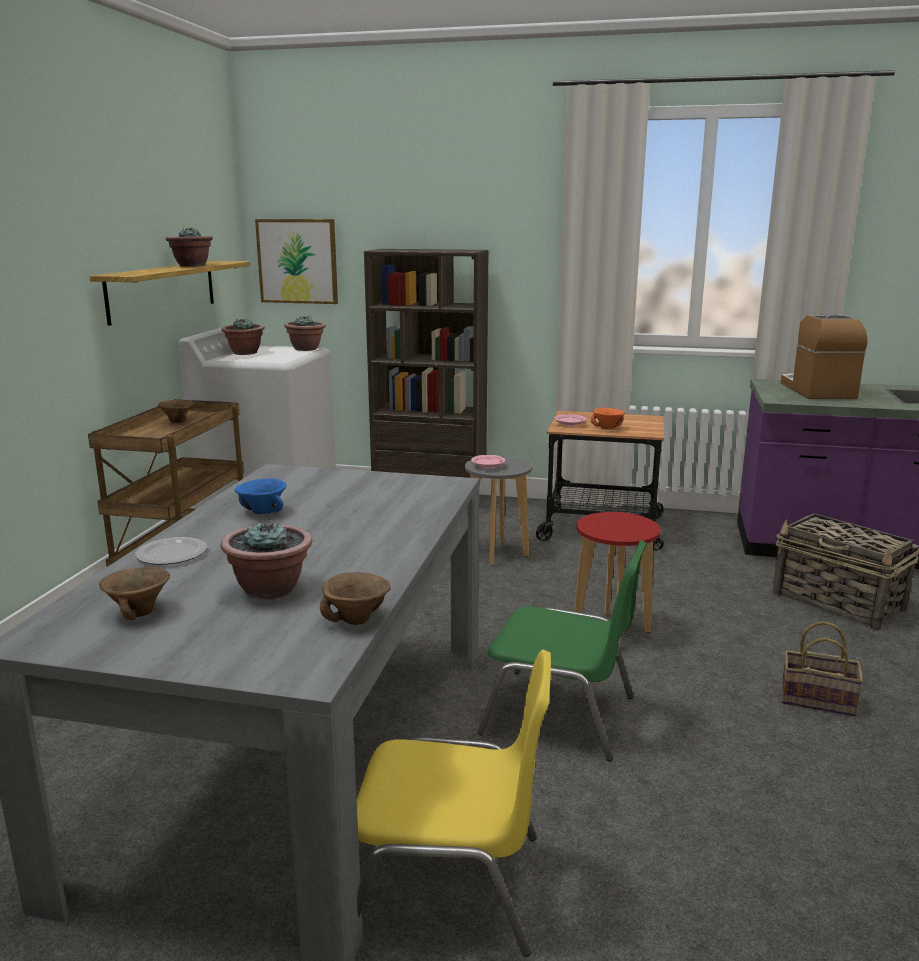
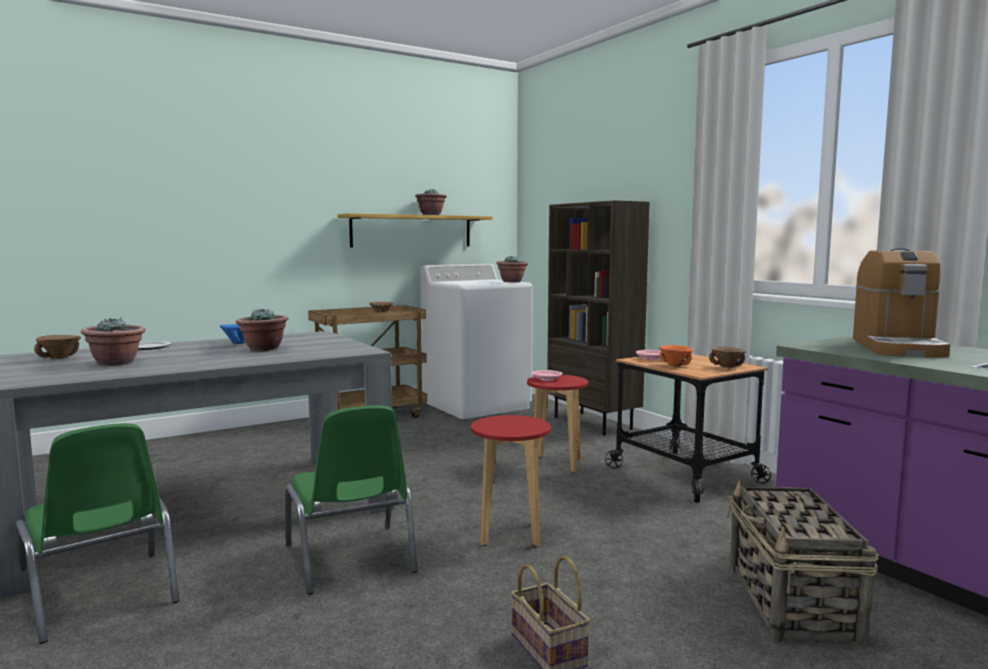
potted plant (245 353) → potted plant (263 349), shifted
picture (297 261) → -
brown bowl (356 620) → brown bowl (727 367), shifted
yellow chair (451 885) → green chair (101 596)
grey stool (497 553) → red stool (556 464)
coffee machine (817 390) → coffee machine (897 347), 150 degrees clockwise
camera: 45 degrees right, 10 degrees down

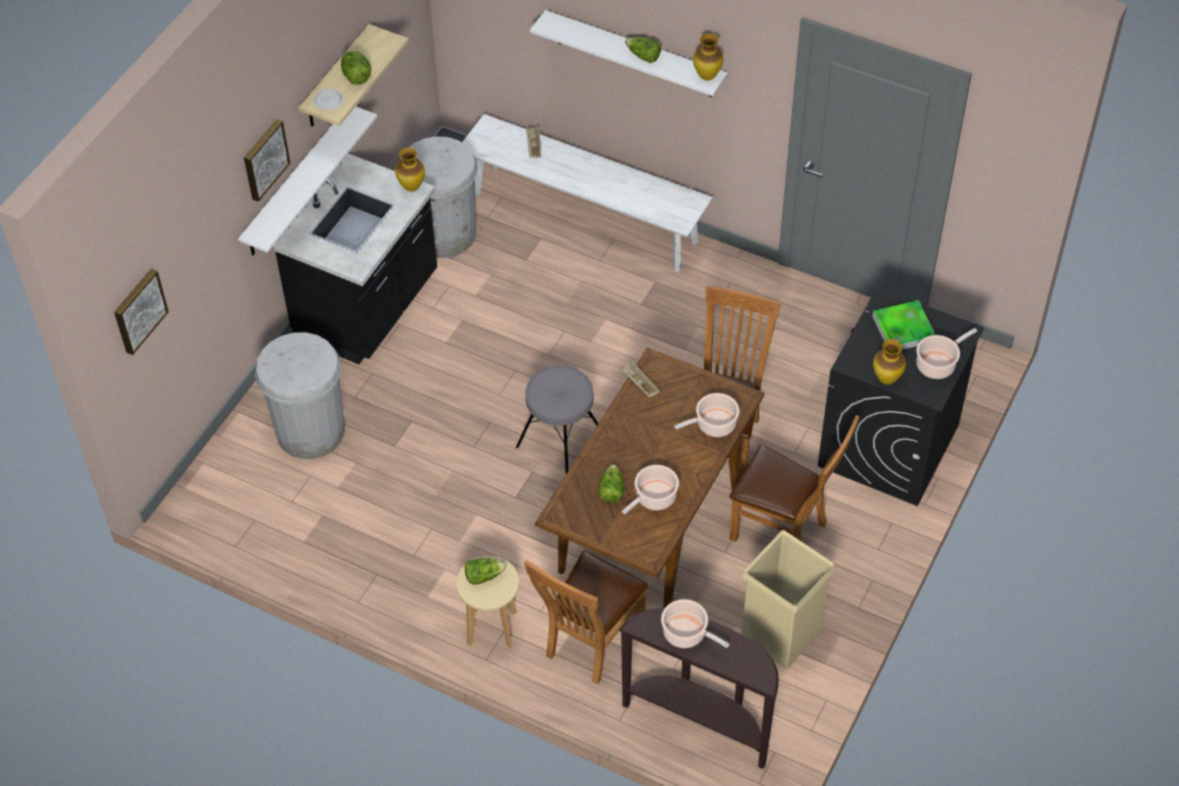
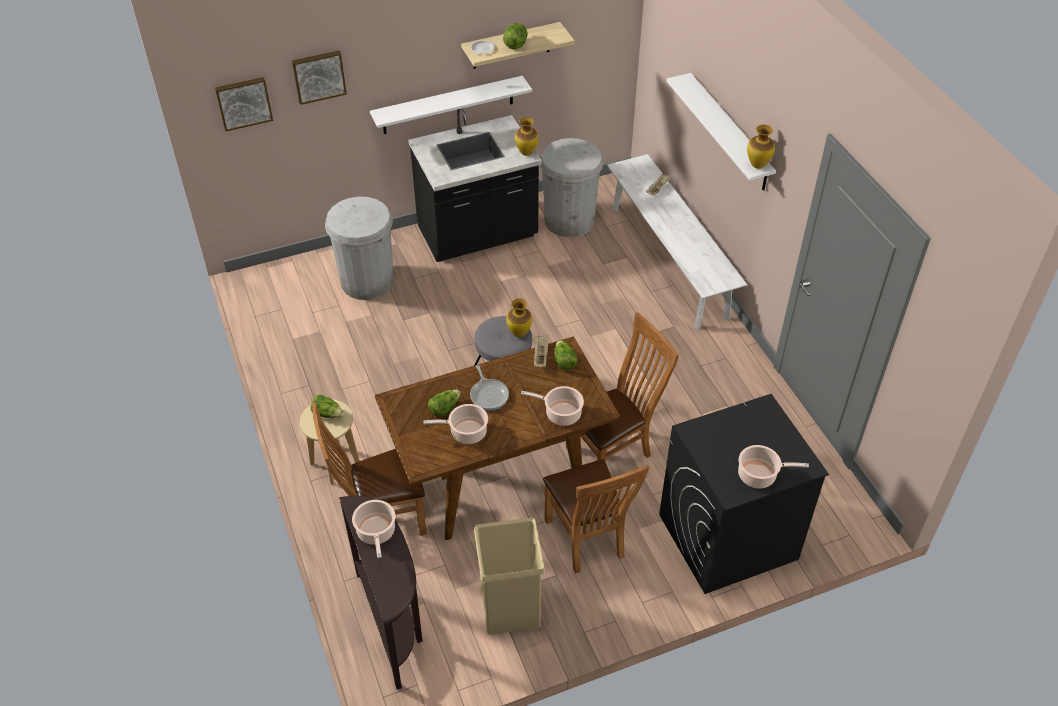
picture (264 159) → picture (319 76), shifted
lettuce (643 56) → lettuce (564 361), shifted
tray (903 329) → -
vase (886 379) → vase (519 333), shifted
- → frying pan (489 395)
camera: 40 degrees right, 5 degrees down

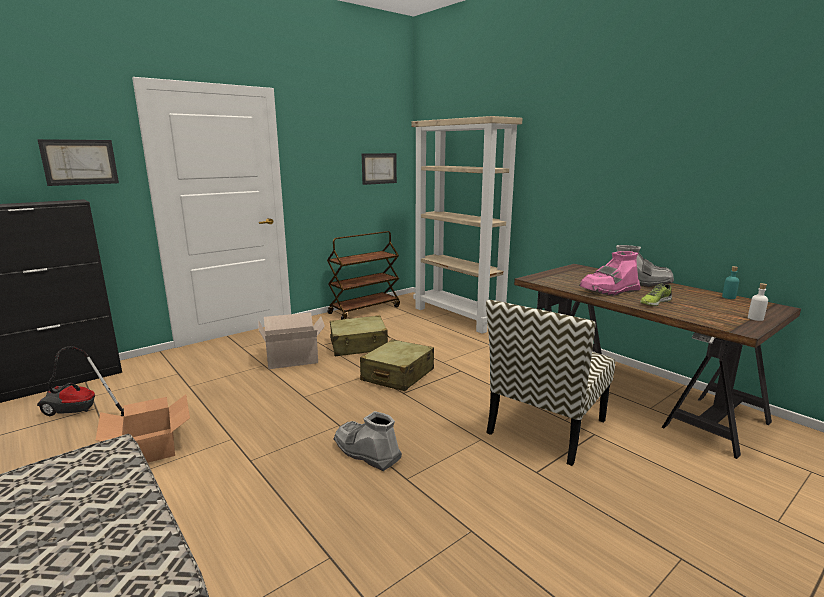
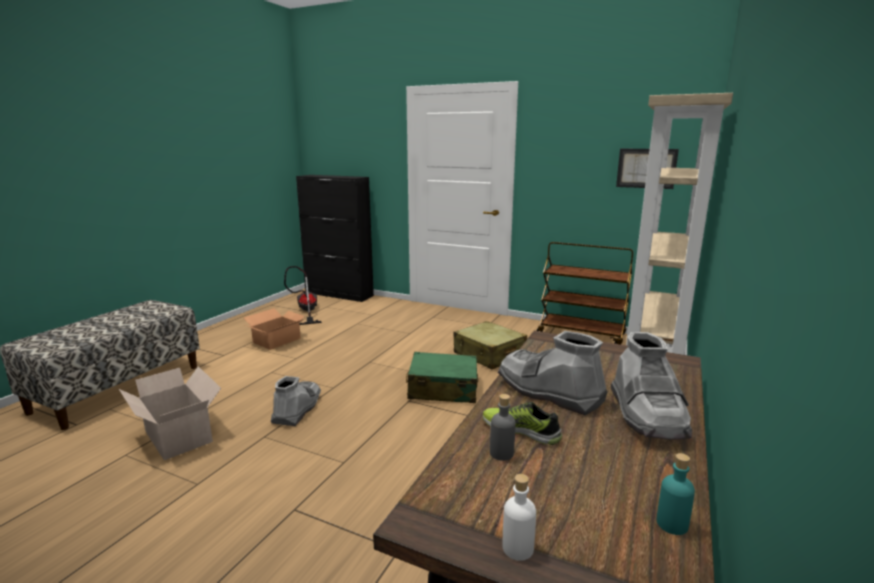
picture (80 162) → -
cardboard box (294 359) → cardboard box (178 437), shifted
beige suitcase (397 375) → green suitcase (442 389)
chair (546 427) → -
pink boot (609 291) → grey boot (548 391)
- → grey bottle (501 453)
camera: 65 degrees right, 0 degrees up

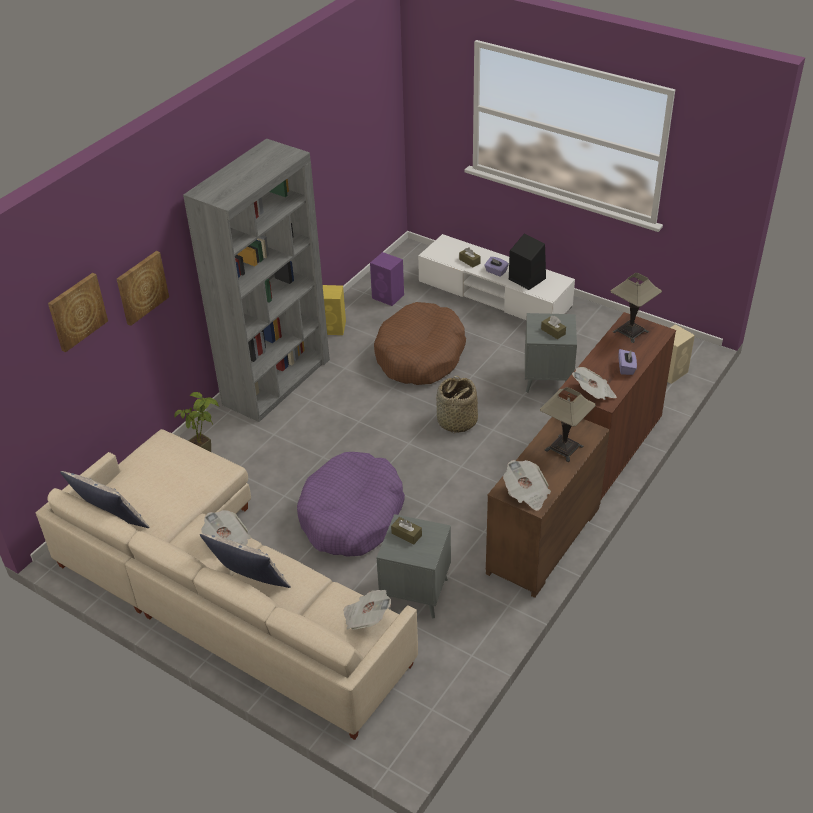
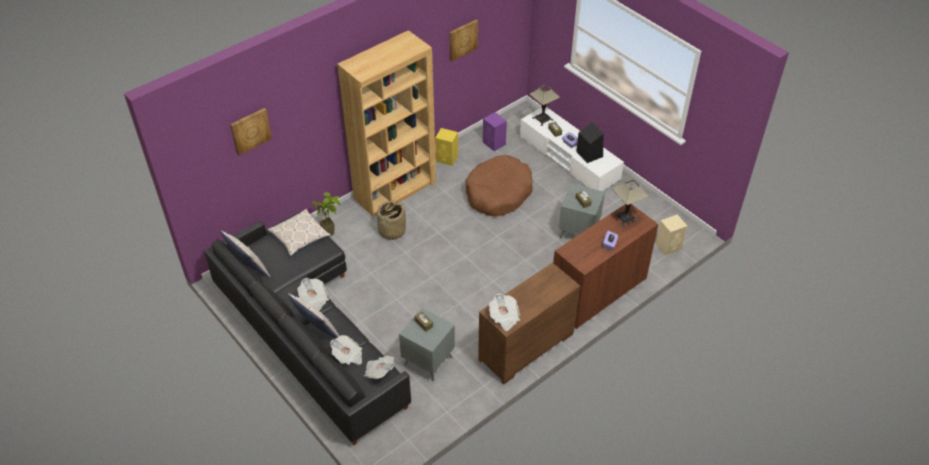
beige sofa (220 592) → black sofa (307 329)
picture (141 287) → picture (462 39), shifted
grey bookcase (277 381) → brown bookcase (395 190)
purple dog bed (352 516) → -
basket (456 421) → basket (391 231), shifted
table lamp (564 448) → table lamp (542 119), shifted
newspaper (593 393) → newspaper (348 356), shifted
- → pillow (299 236)
camera: 15 degrees right, 5 degrees up

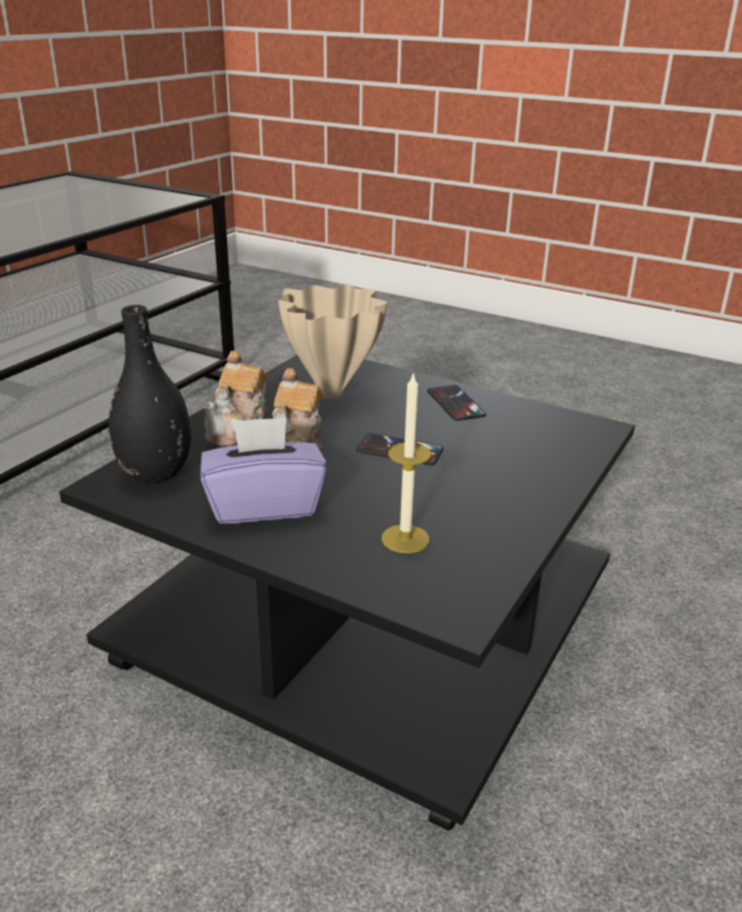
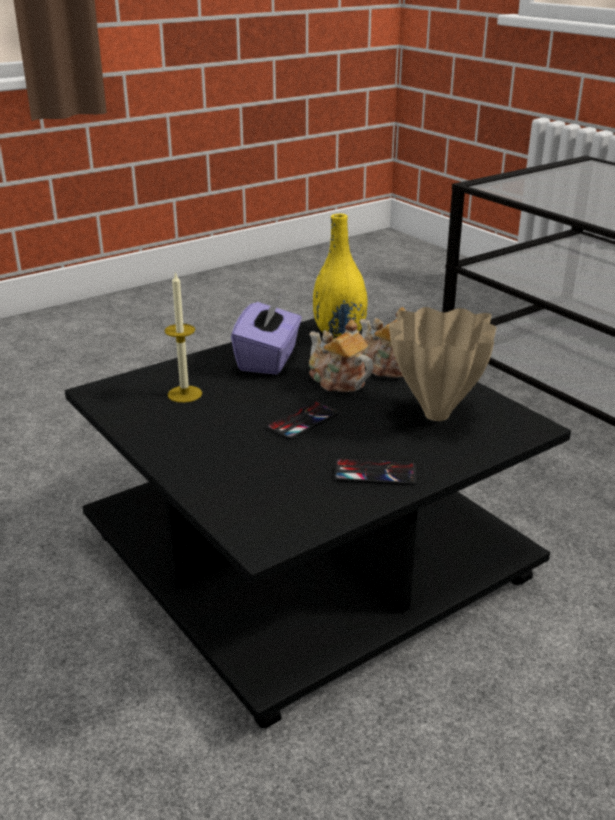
black vase (155 473) → yellow vase (339 334)
camera: 115 degrees right, 0 degrees up

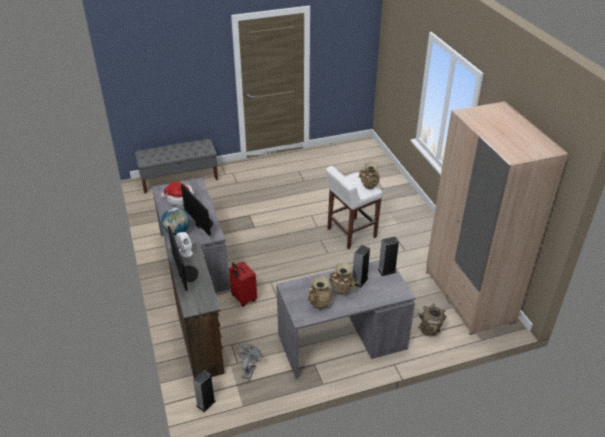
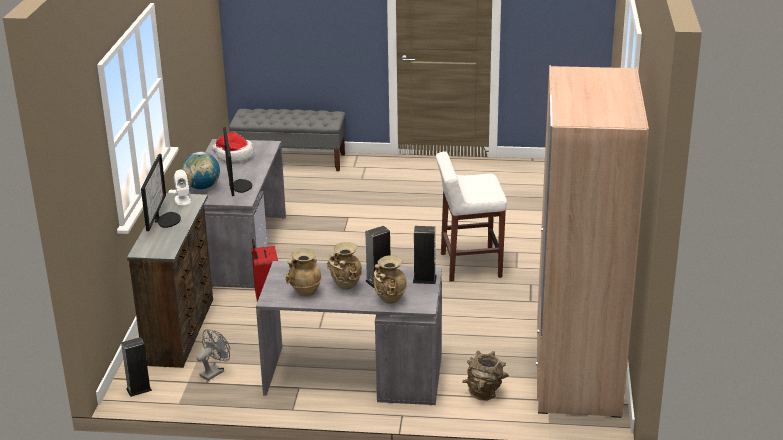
beige vase (369 187) → beige vase (389 300), shifted
camera: 25 degrees right, 10 degrees down

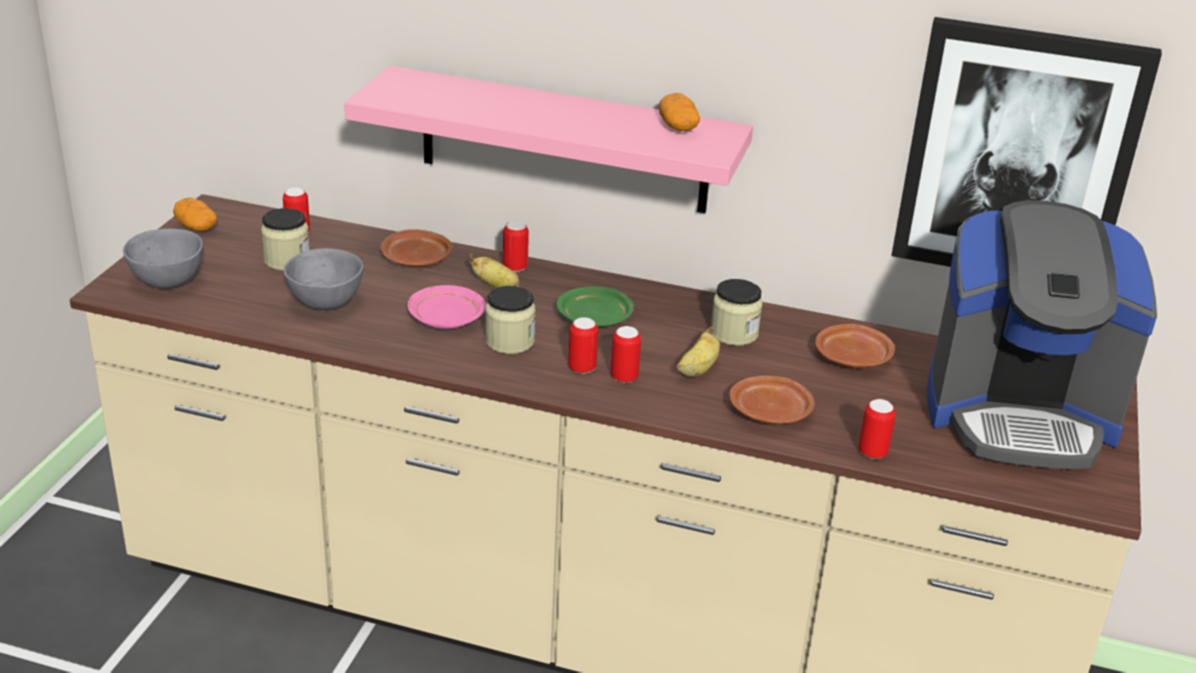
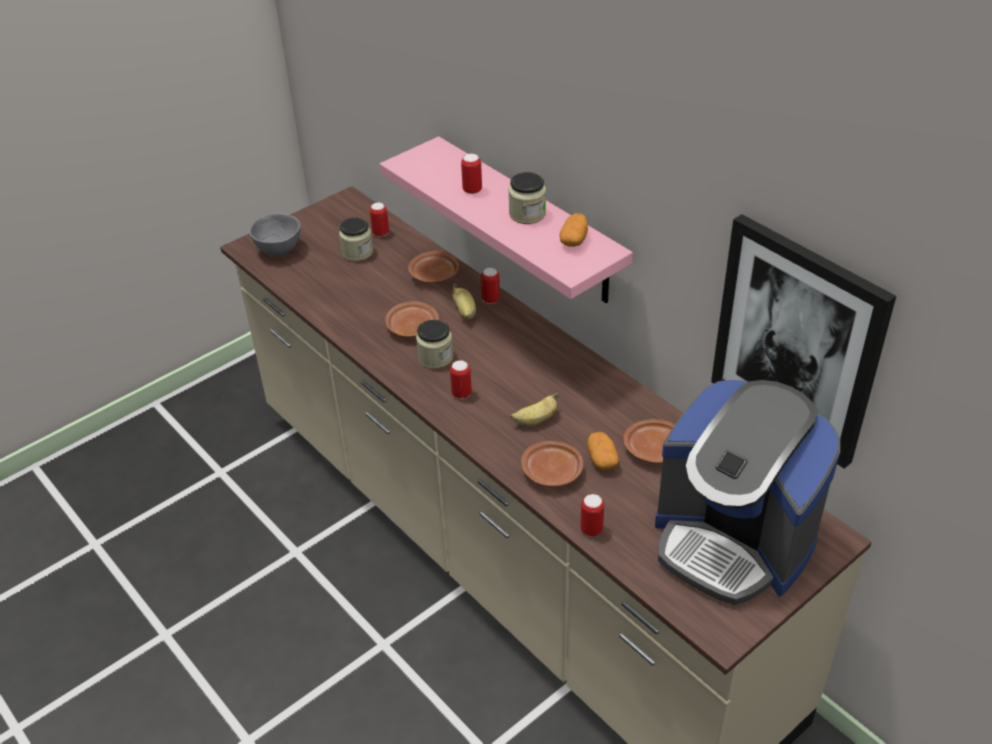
potato (196 227) → potato (602 459), shifted
grey bowl (325 304) → -
pink plate (445 319) → brown plate (412 327)
green plate (595 319) → -
can (624 377) → can (472 190), shifted
jar (734 333) → jar (527 214), shifted
camera: 35 degrees right, 10 degrees up

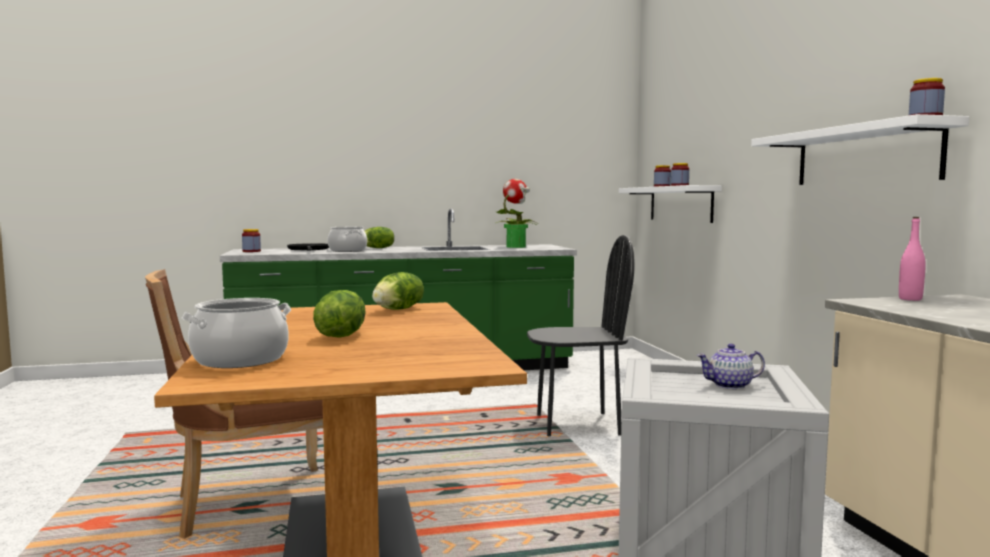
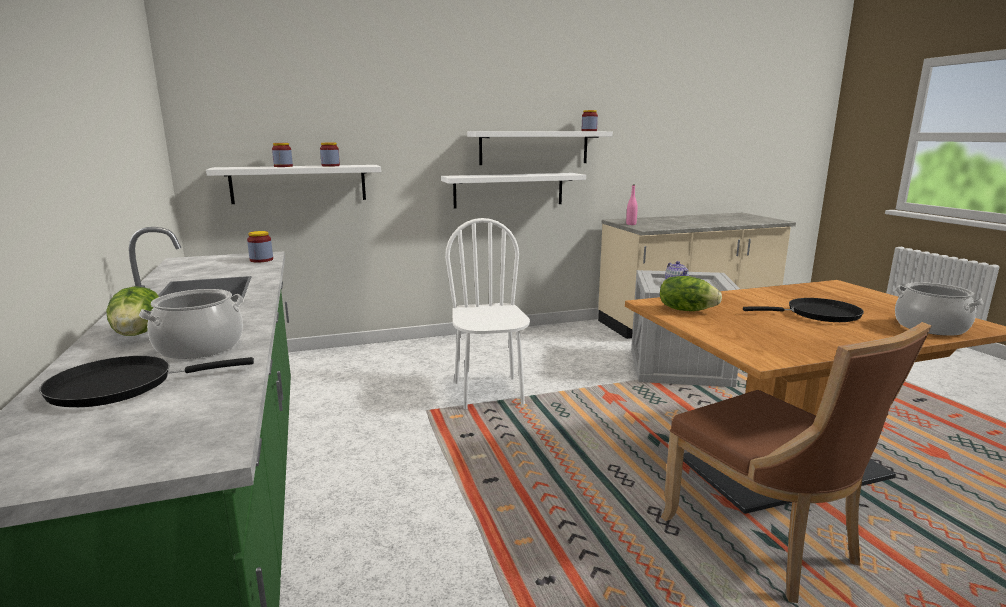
jar (251 251) → jar (261 260), shifted
lettuce (341 335) → black frying pan (818 314)
potted plant (516 247) → -
black chair (577 424) → white chair (489 393)
- → white shelf (509 190)
camera: 95 degrees left, 10 degrees up

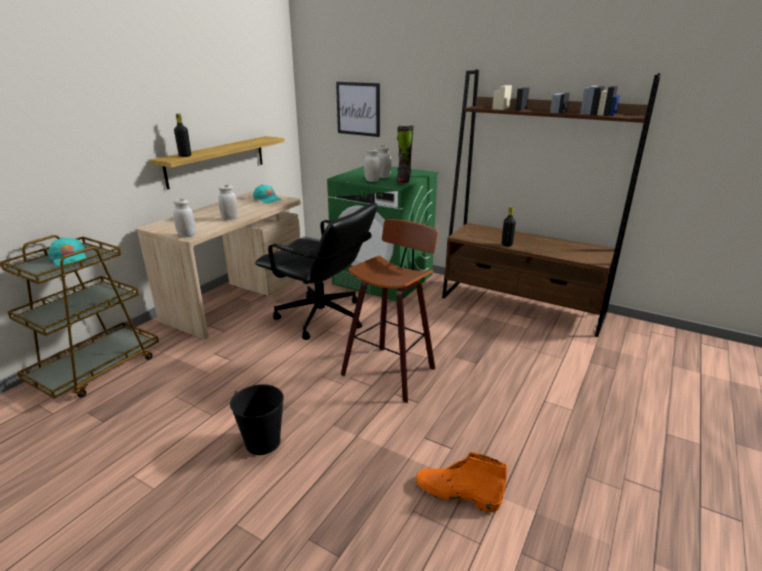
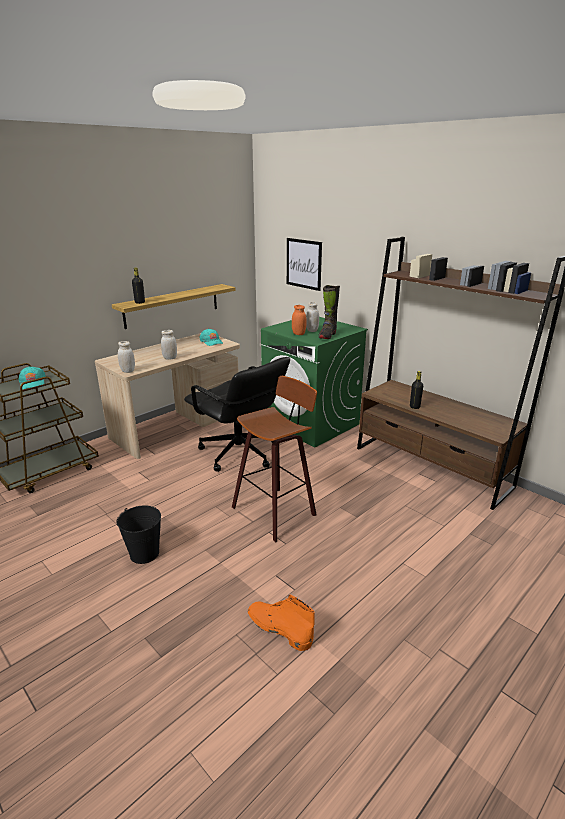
white jar (372 180) → orange jar (298 334)
camera: 15 degrees right, 0 degrees up

